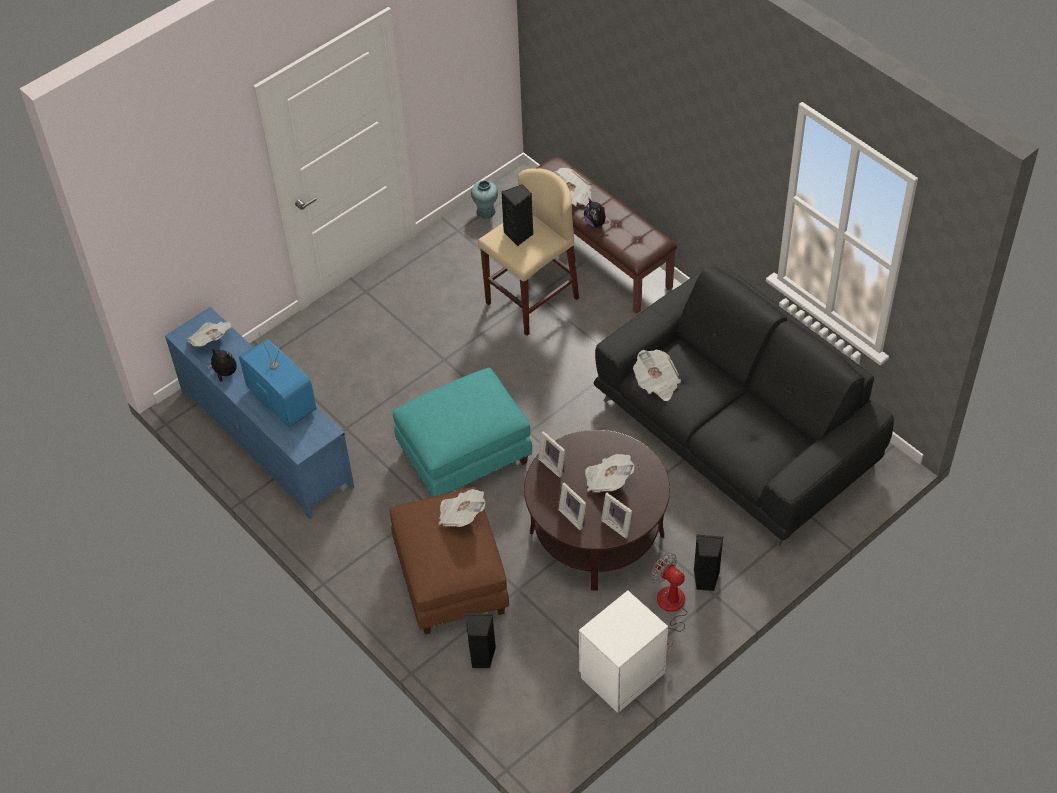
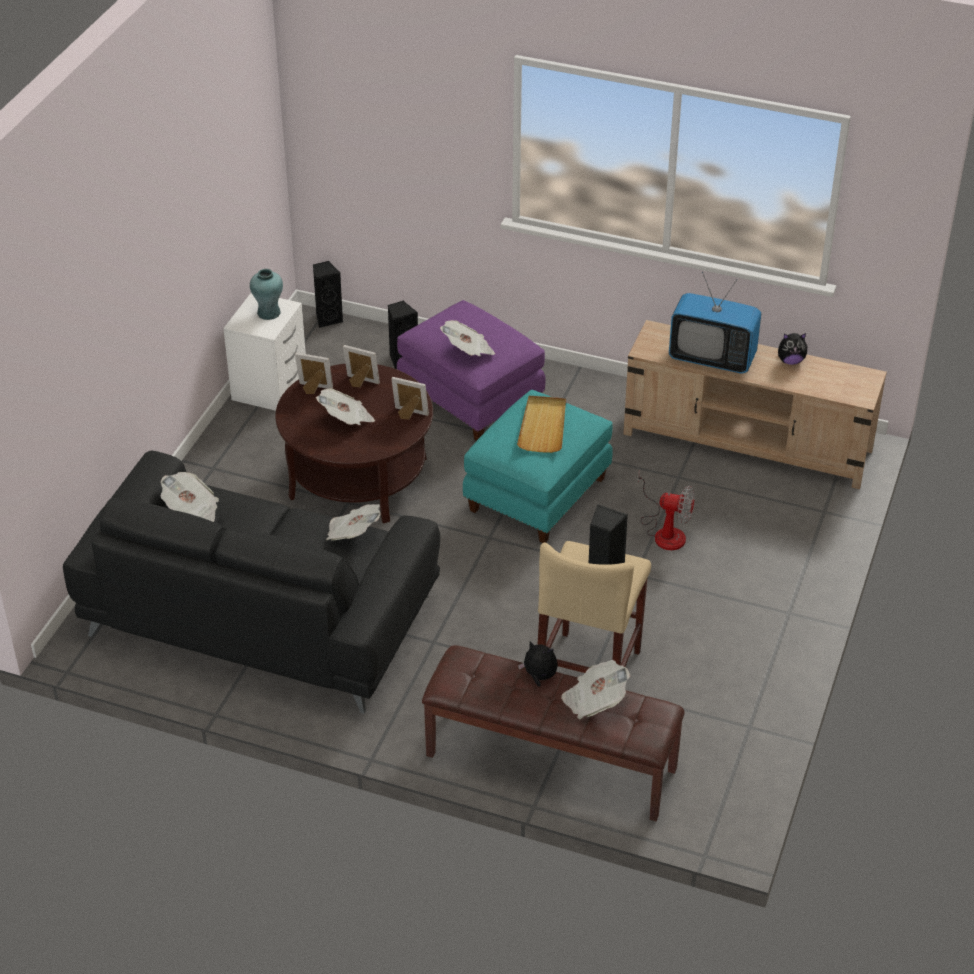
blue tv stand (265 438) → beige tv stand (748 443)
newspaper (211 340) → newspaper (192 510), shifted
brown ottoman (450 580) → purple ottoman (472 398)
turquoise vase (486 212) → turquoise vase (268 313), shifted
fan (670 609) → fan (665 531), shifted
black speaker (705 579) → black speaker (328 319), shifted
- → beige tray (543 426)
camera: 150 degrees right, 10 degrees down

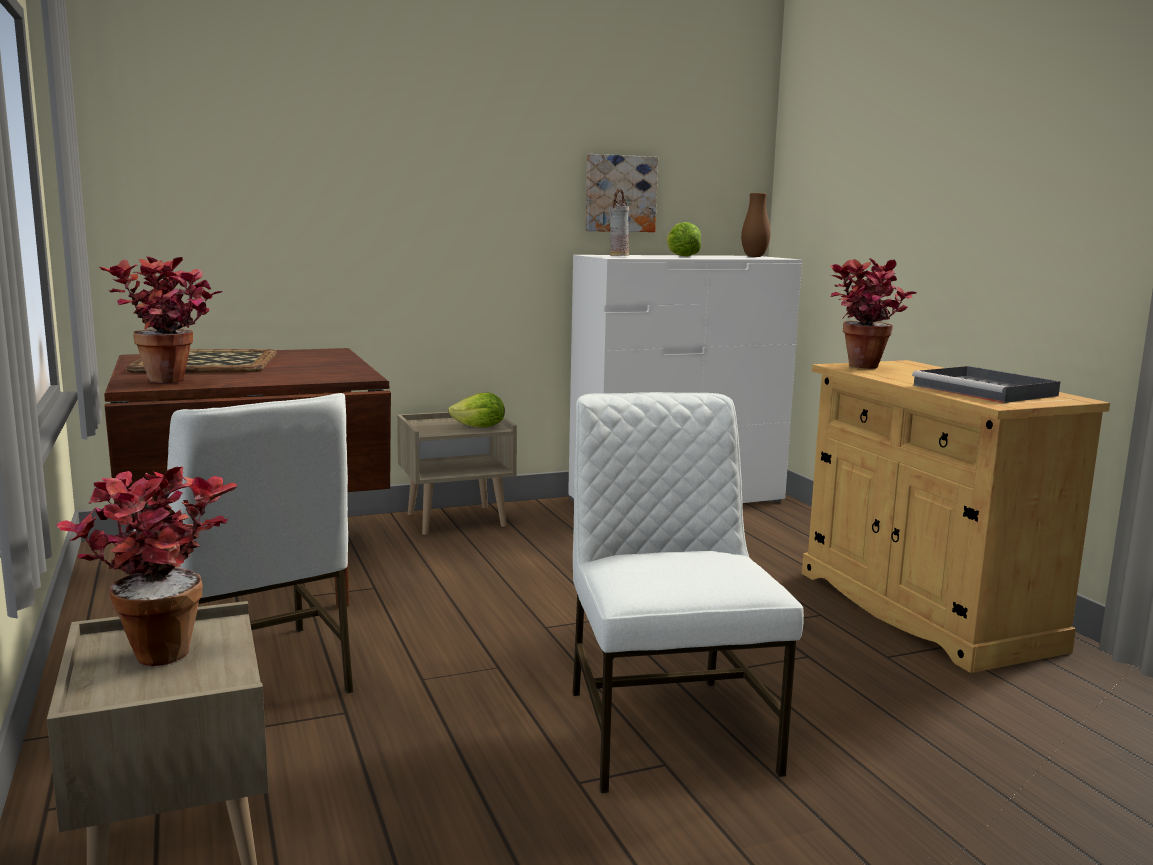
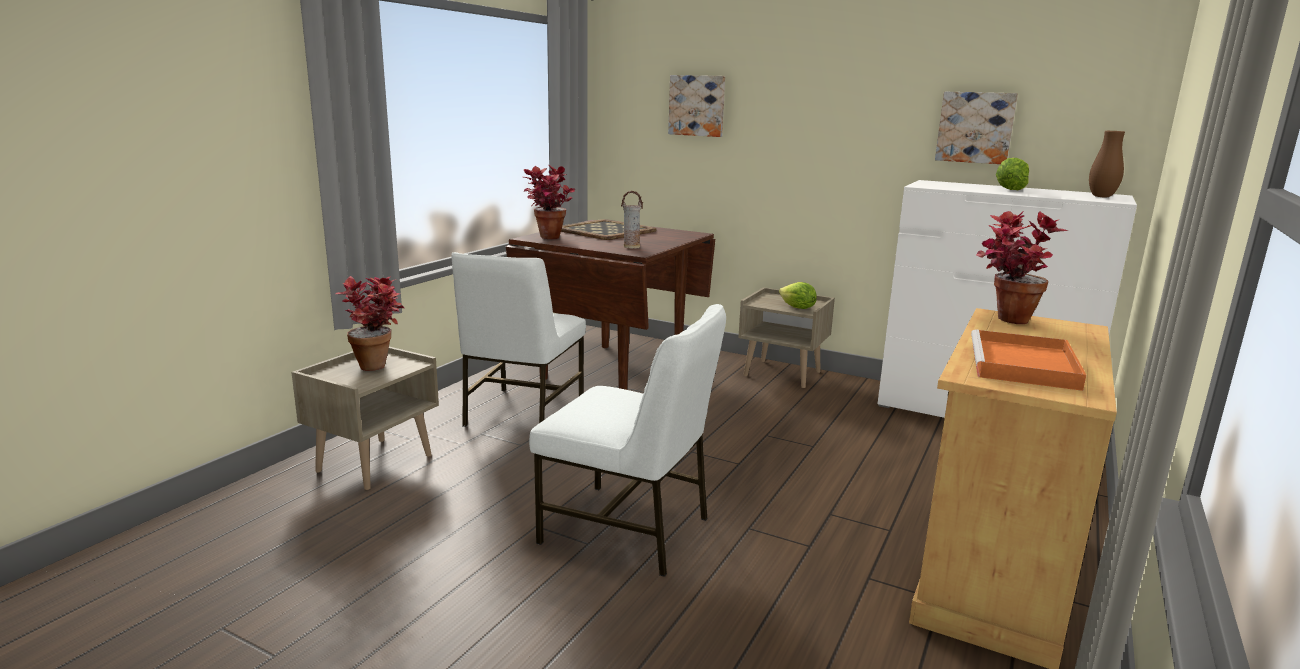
white chair (666 729) → white chair (628 530), 75 degrees clockwise
vase (618 256) → vase (631 247), shifted
grey tray (986 391) → orange tray (1024 366)
- → picture (697 105)
camera: 50 degrees right, 5 degrees up

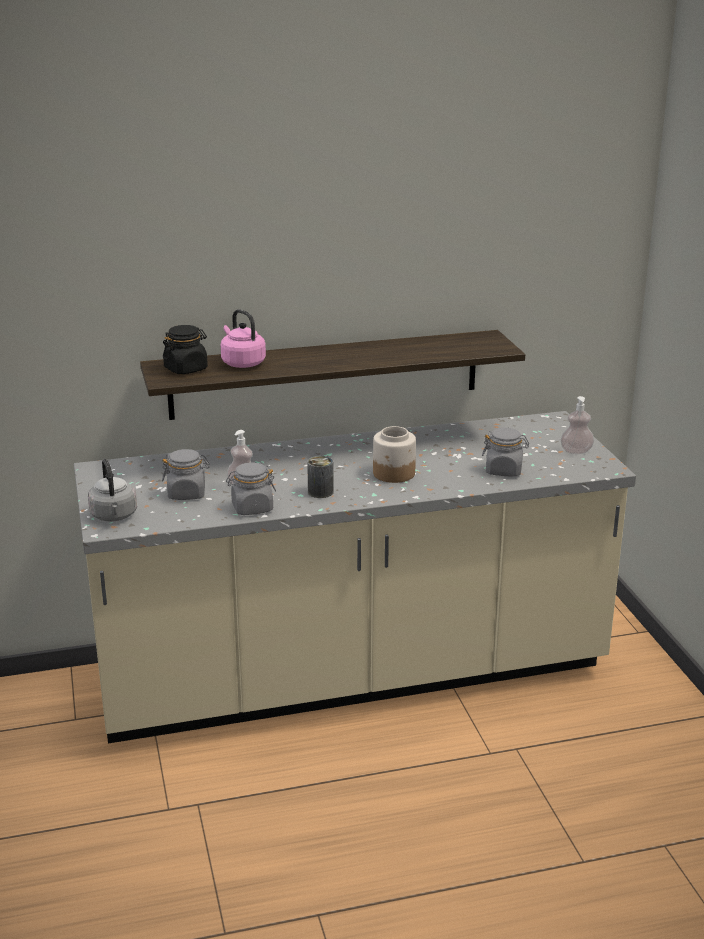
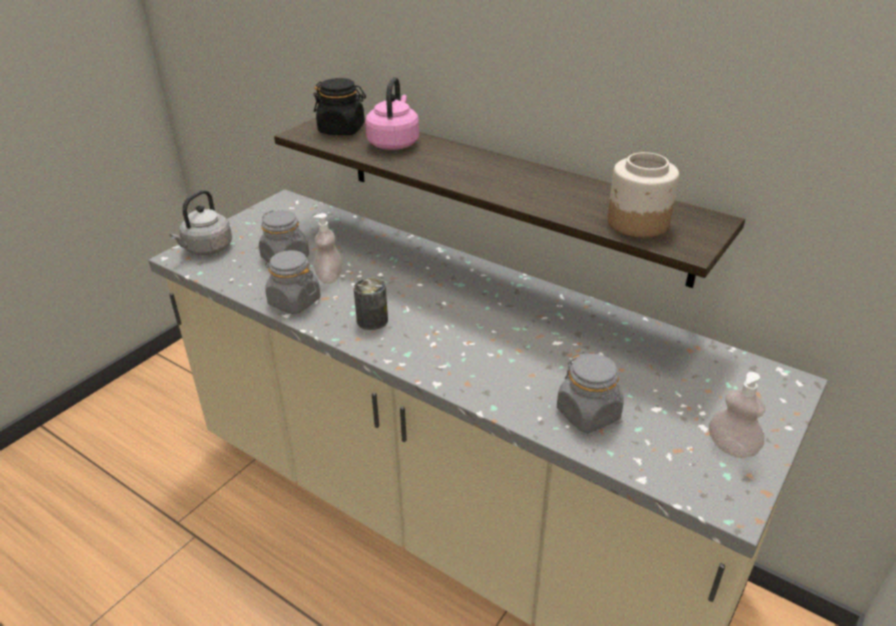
jar (394 474) → jar (637 223), shifted
camera: 50 degrees right, 10 degrees up

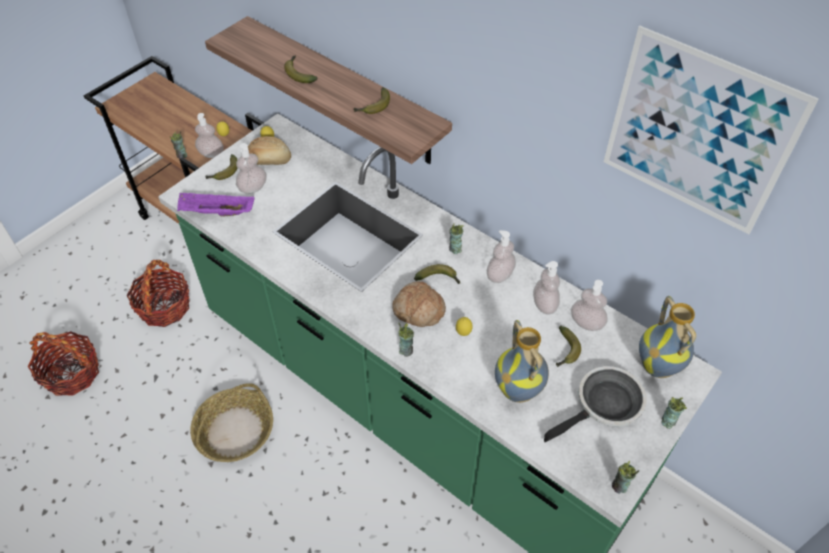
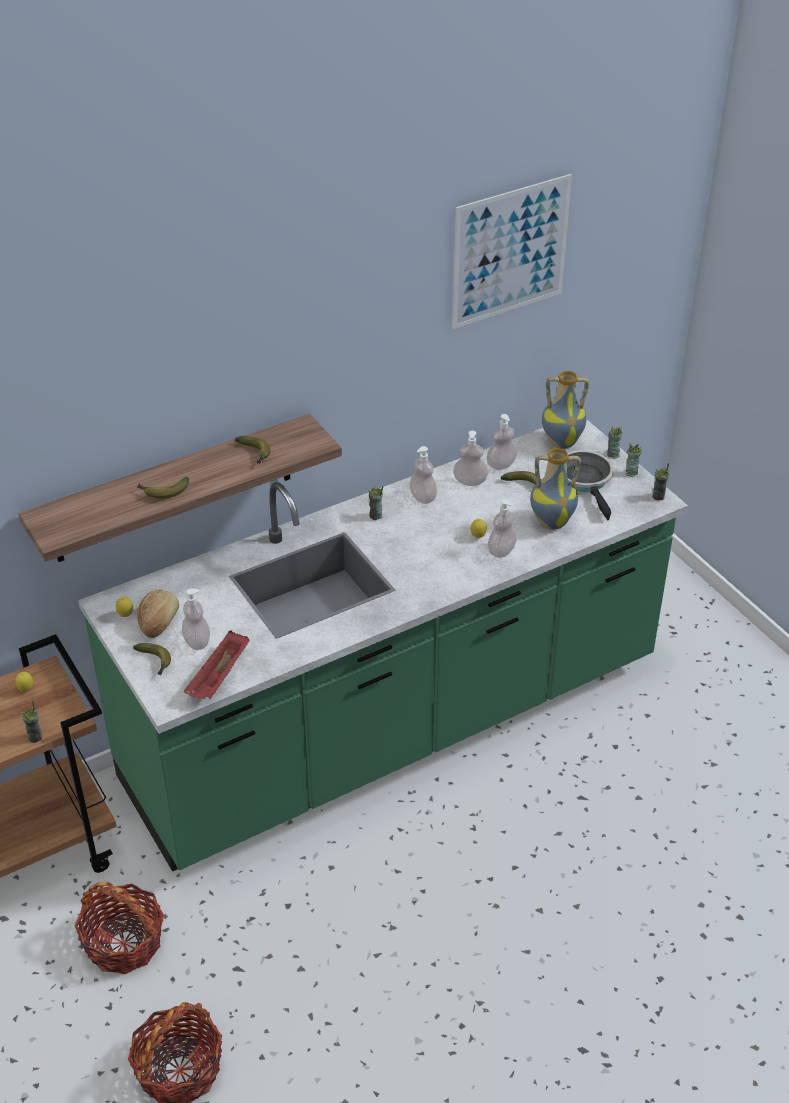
purple tray (216 213) → red tray (219 678)
basket (235 431) → -
soap dispenser (211 154) → soap dispenser (501 551), shifted
bread (418 311) → -
cup (406 350) → cup (631 473), shifted
banana (439 279) → -
camera: 70 degrees left, 10 degrees down

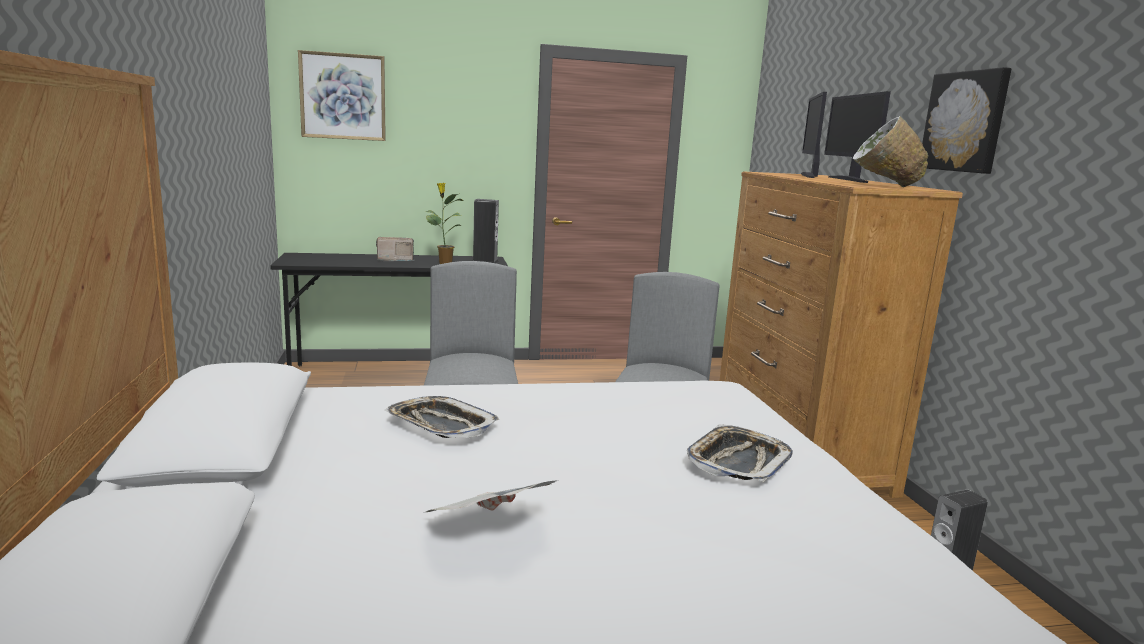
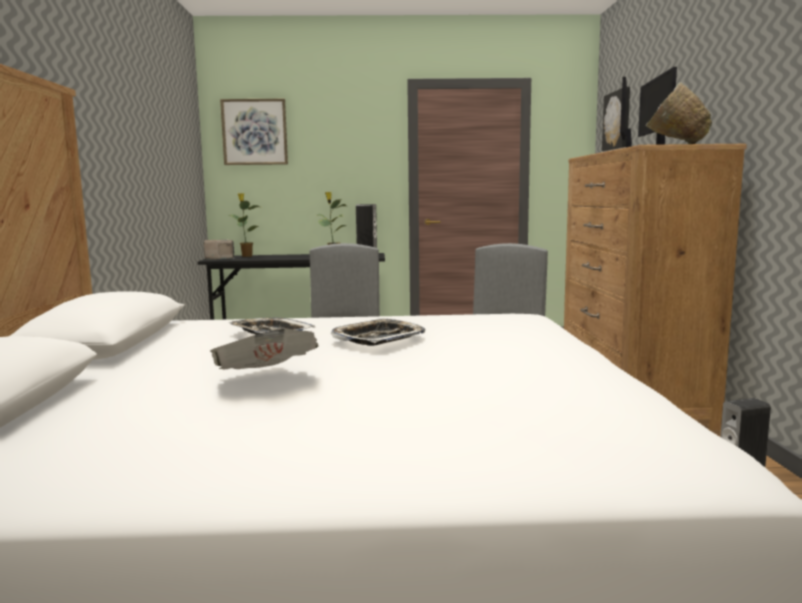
radio (394 260) → radio (220 259), shifted
tray (738 461) → tray (378 338), shifted
picture (965 122) → picture (618 120), shifted
- → potted plant (246 256)
camera: 10 degrees right, 5 degrees down

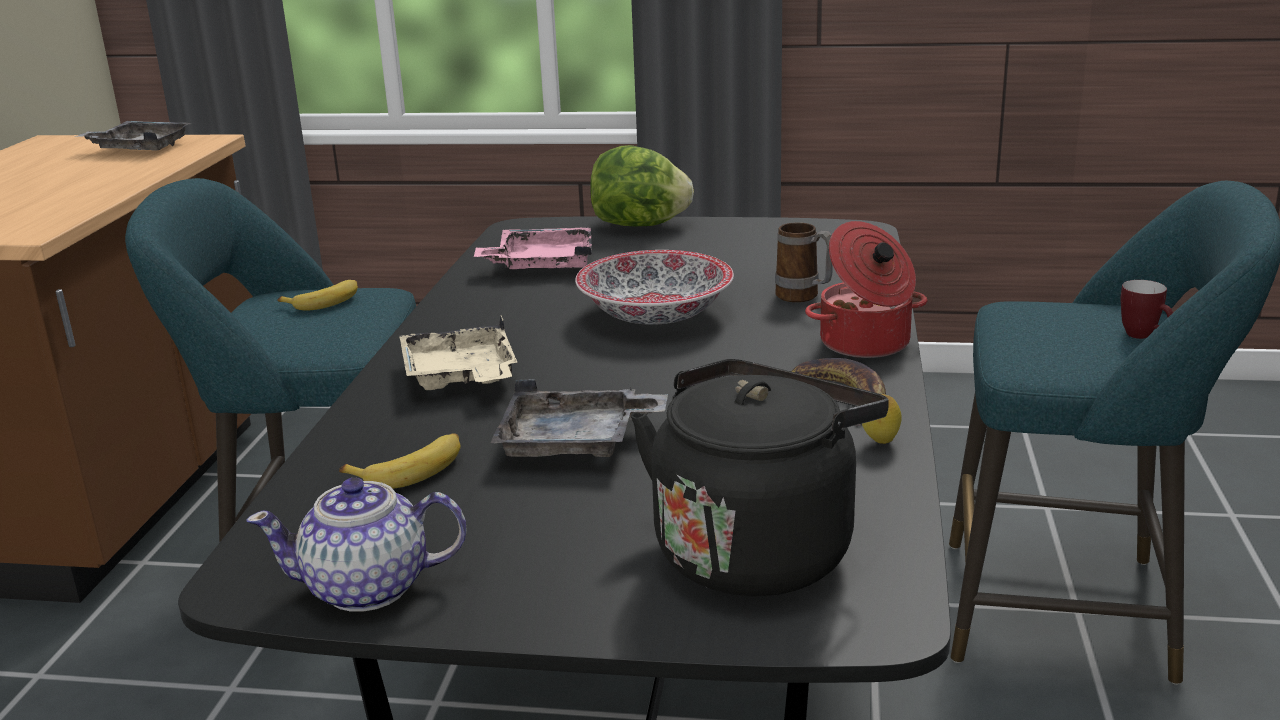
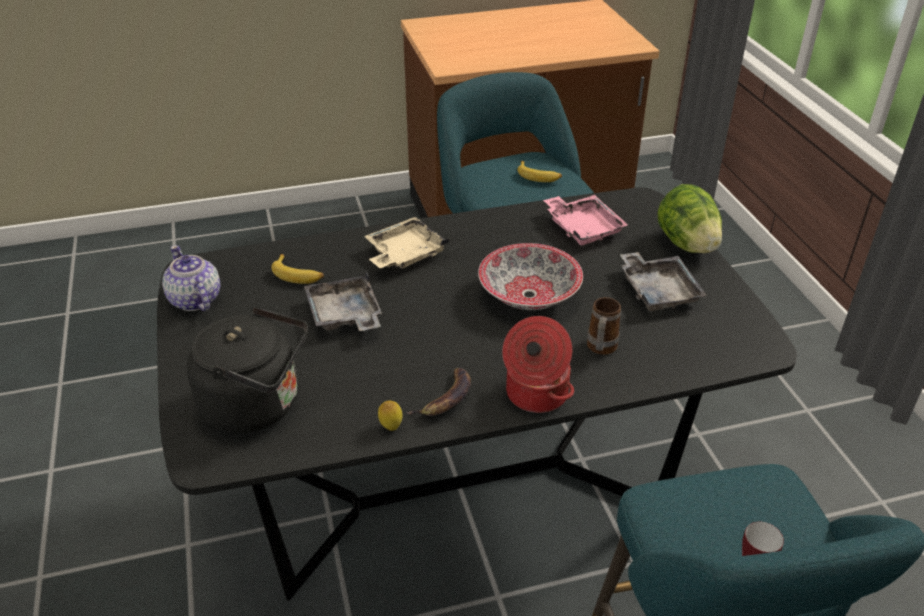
grey tray (140 148) → grey tray (658 291), shifted
camera: 65 degrees right, 15 degrees up

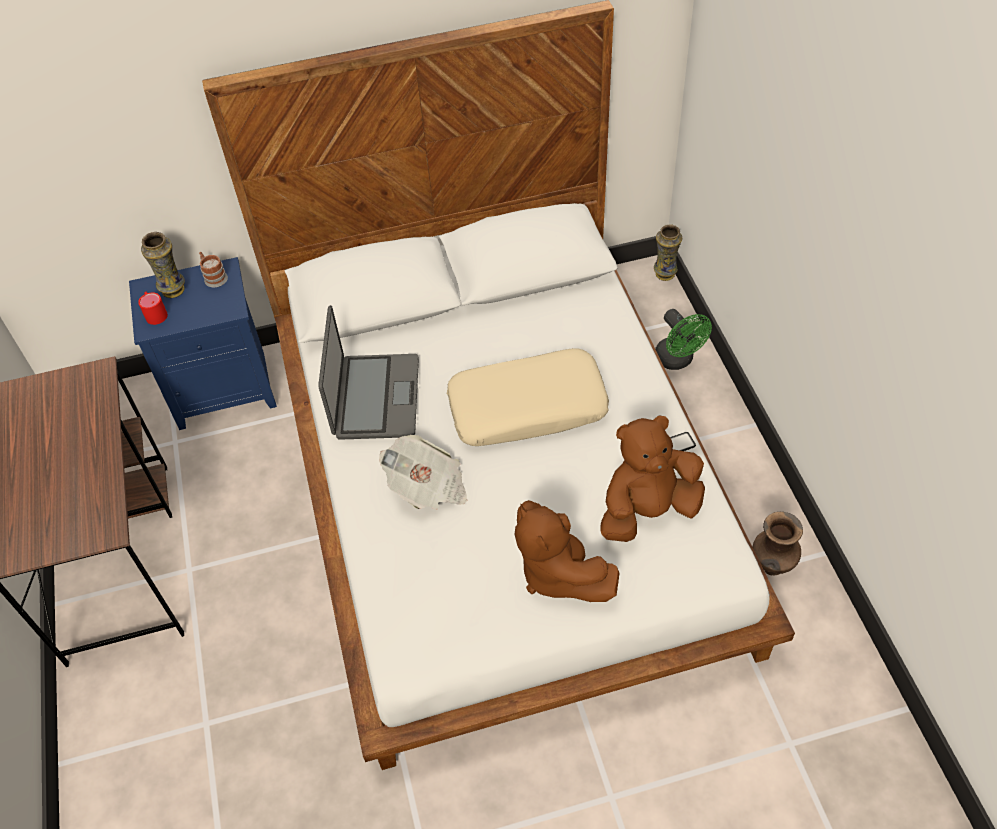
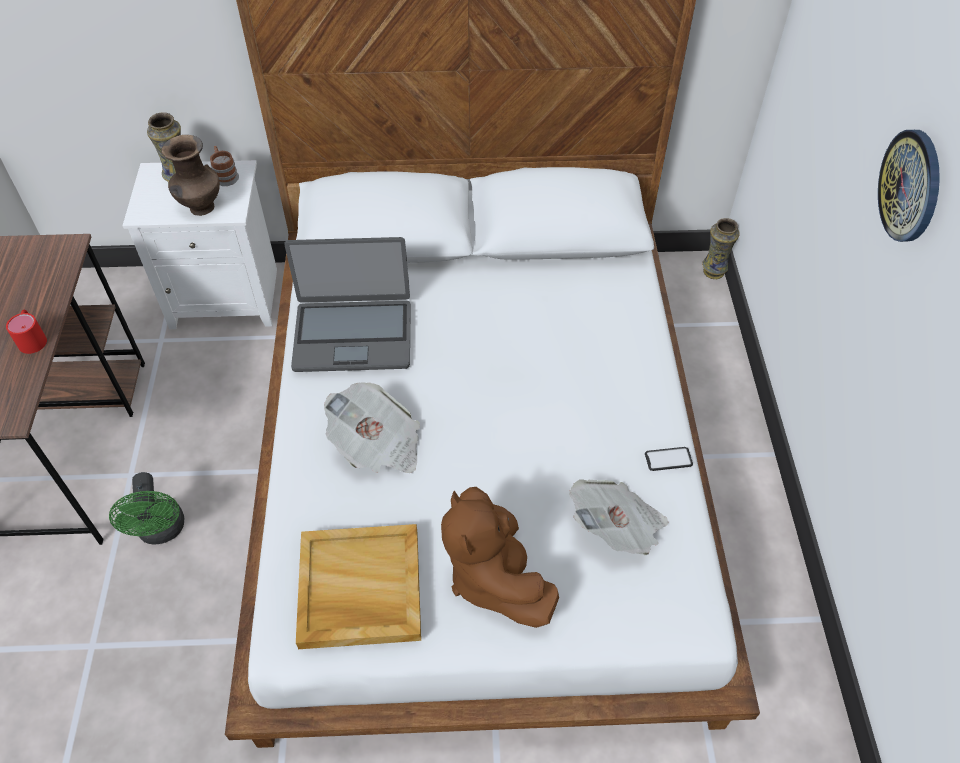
blue nightstand (225 388) → white nightstand (228 297)
red mug (155 313) → red mug (32 338), shifted
laptop (375 398) → laptop (353 335), 75 degrees clockwise
beige pillow (527 407) → -
brown plush toy (647 510) → newspaper (617 528)
green fan (677 360) → green fan (162 531), shifted
brown vase (771 566) → brown vase (201 208), shifted
- → beige tray (359 589)
- → wall clock (910 186)
camera: 10 degrees right, 0 degrees up

